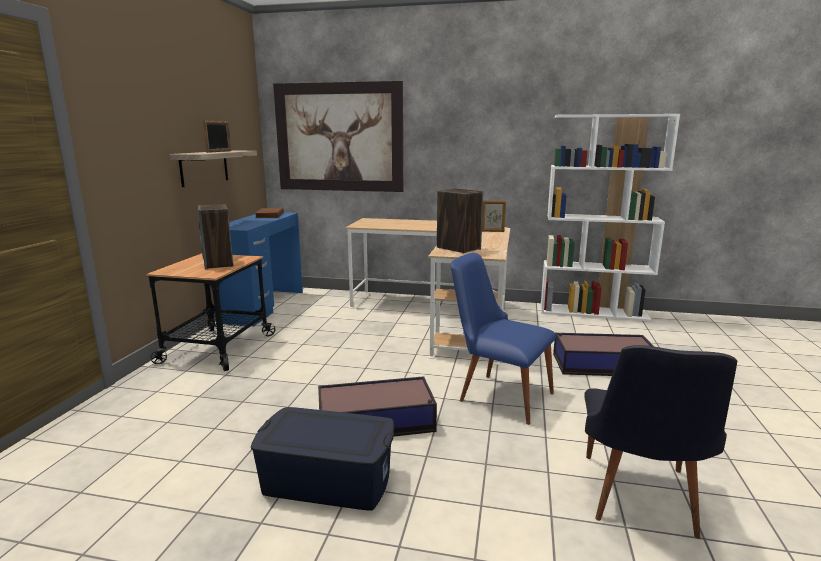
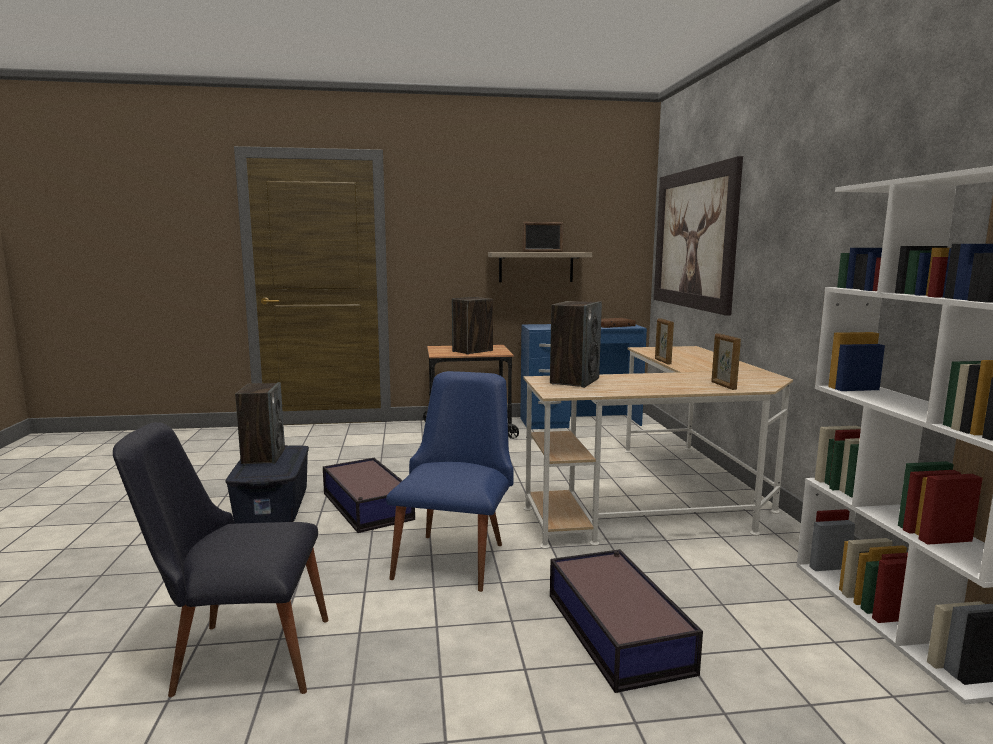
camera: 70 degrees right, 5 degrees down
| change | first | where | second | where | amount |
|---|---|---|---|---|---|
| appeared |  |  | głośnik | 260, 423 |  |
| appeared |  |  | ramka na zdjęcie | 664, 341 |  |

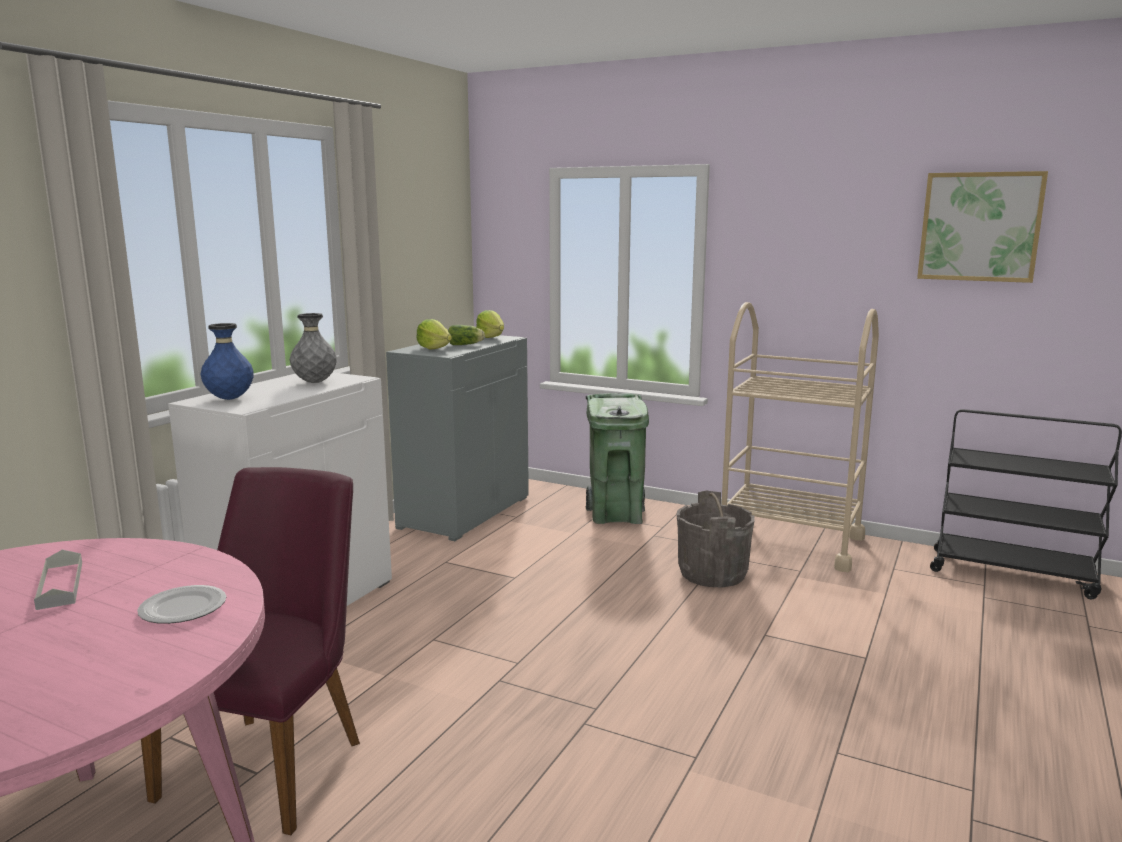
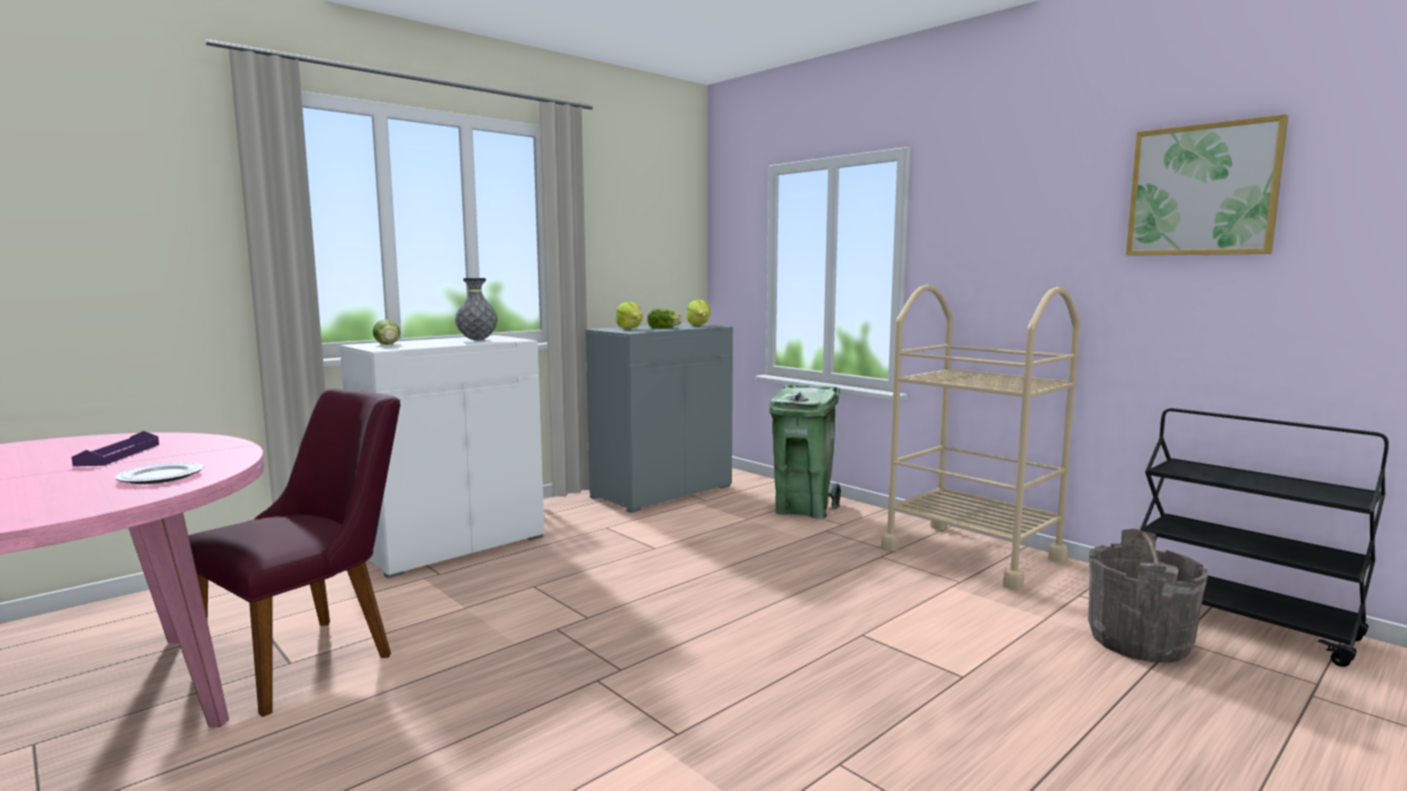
camera: 20 degrees right, 5 degrees down
| change | first | where | second | where | amount |
|---|---|---|---|---|---|
| colour | taca [szary] | 58, 580 | taca [fioletowy] | 115, 448 |  |
| exchanged | wazon [niebieski] | 227, 361 | sałata | 386, 332 |  |
| relocated | wiadro [szary] | 716, 539 |  | 1148, 596 |  |

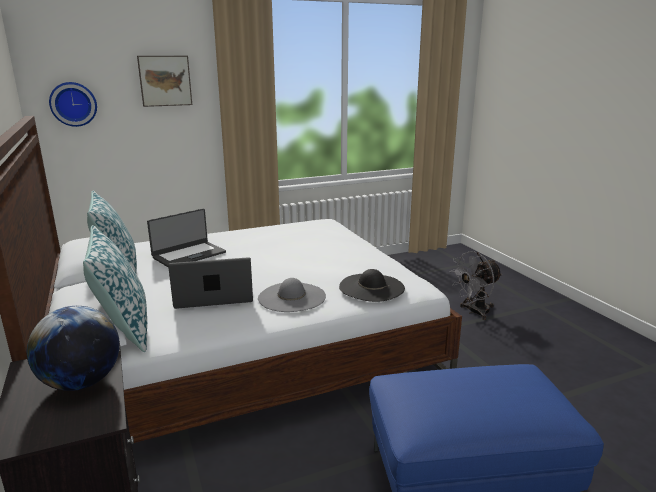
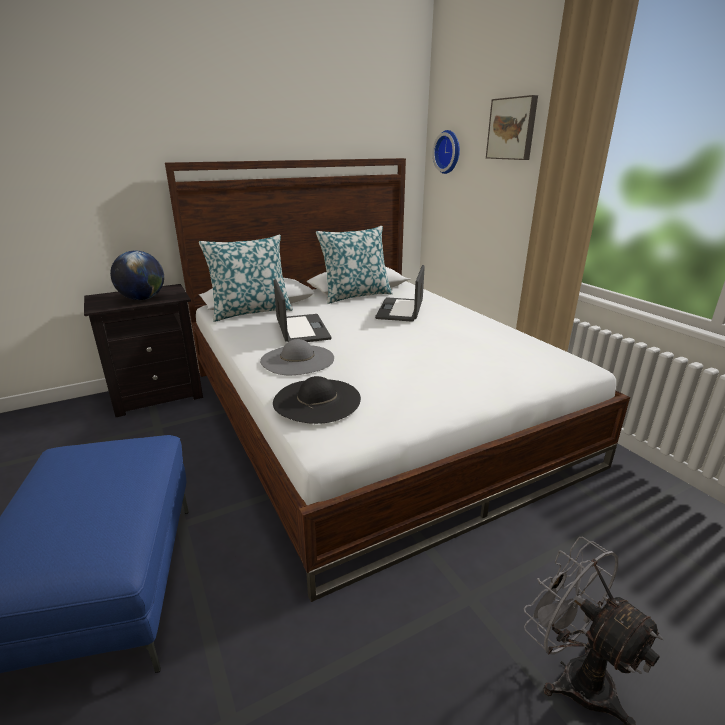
camera: 85 degrees right, 5 degrees up
| change | first | where | second | where | amount |
|---|---|---|---|---|---|
| spun | laptop | 186, 238 |  | 400, 293 | 60 degrees clockwise |

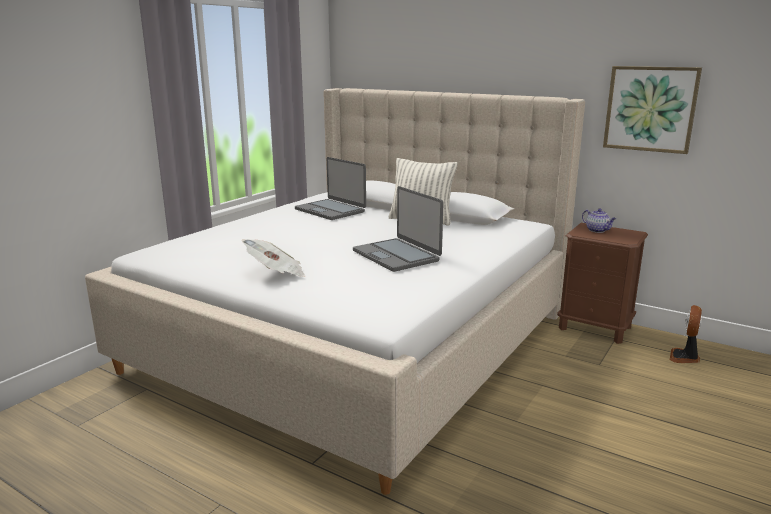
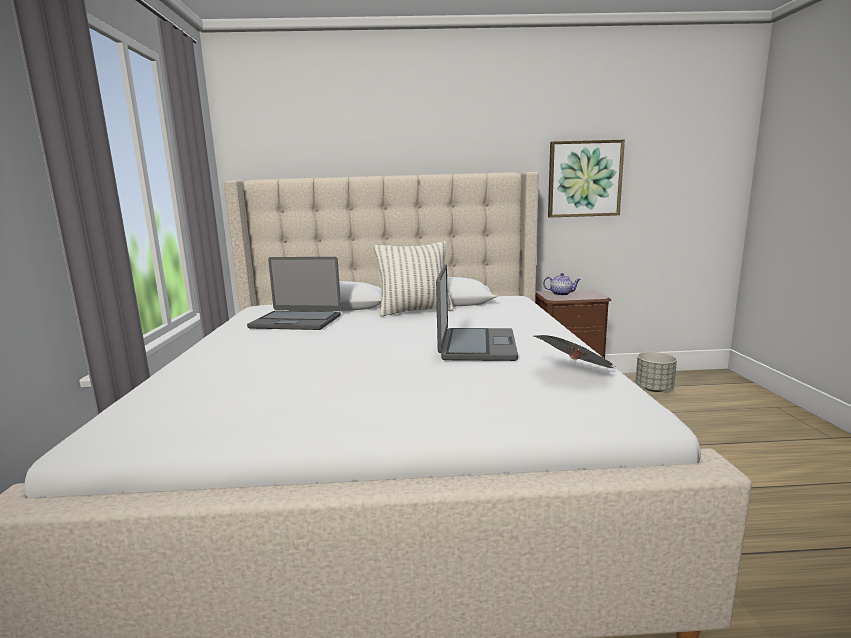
camera: 35 degrees left, 5 degrees down
| change | first | where | second | where | amount |
|---|---|---|---|---|---|
| spun | laptop | 398, 229 |  | 477, 312 | 105 degrees counterclockwise |
| relocated | gazeta | 274, 258 |  | 574, 351 |  |
| exchanged | wentylator | 686, 334 | donica [szary] | 656, 372 |  |

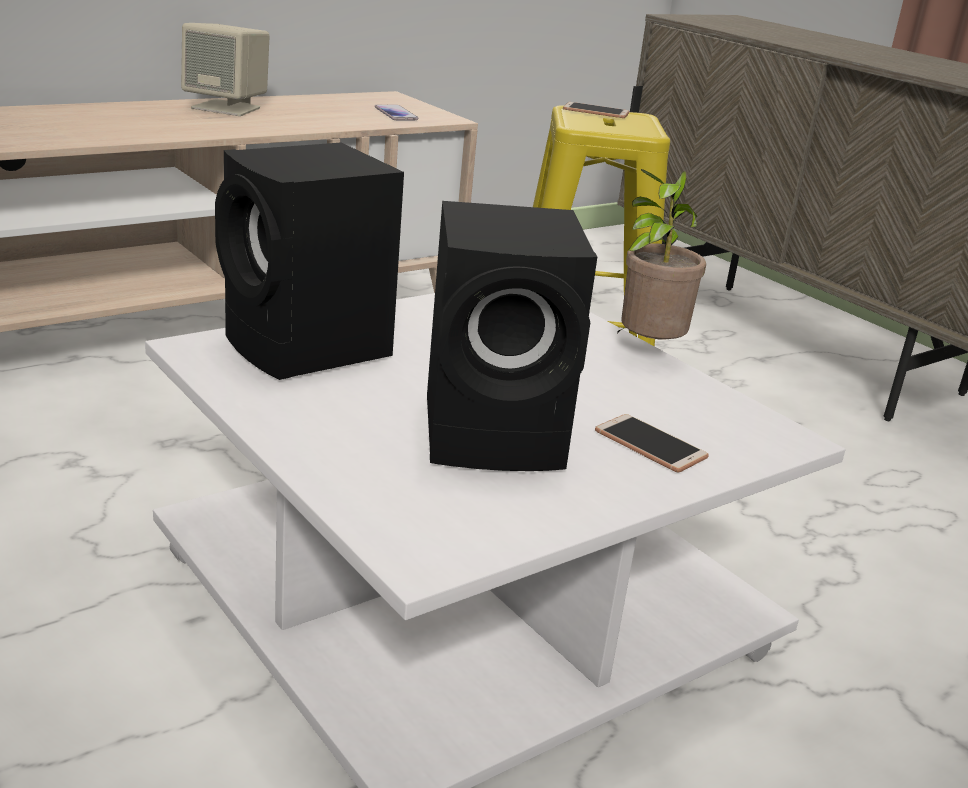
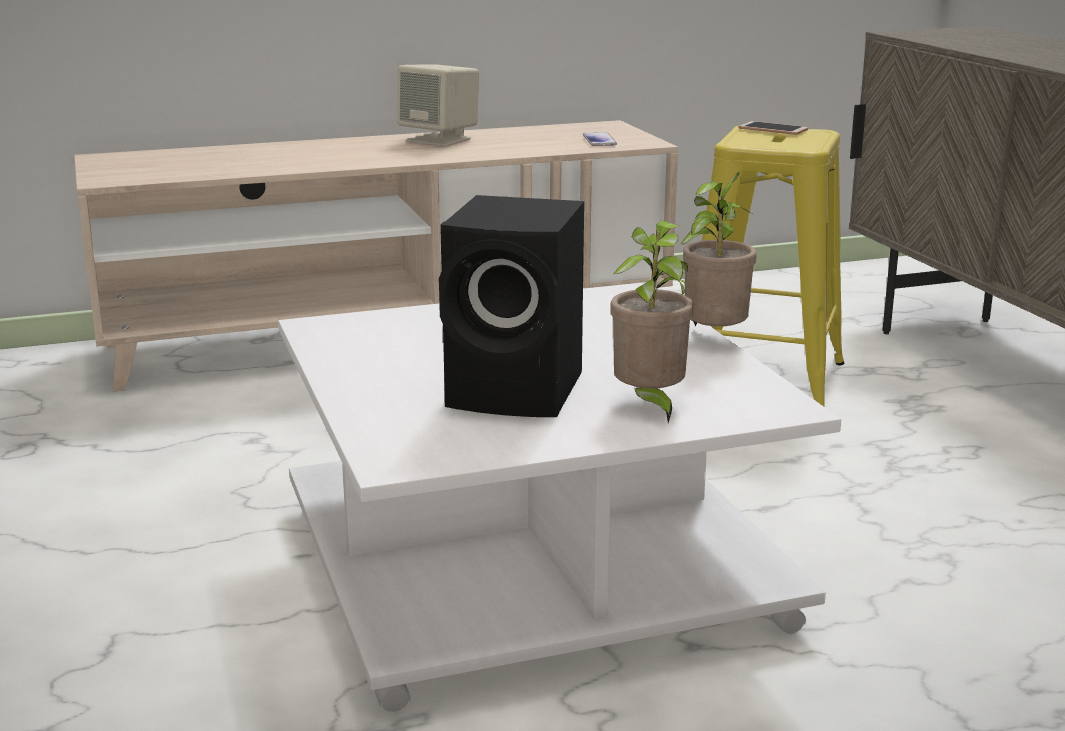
camera: 20 degrees right, 5 degrees down
| change | first | where | second | where | amount |
|---|---|---|---|---|---|
| exchanged | telefon | 652, 443 | roślina doniczkowa | 652, 321 |  |
| missing | głośnik [czarny] | 309, 261 |  |  |  |

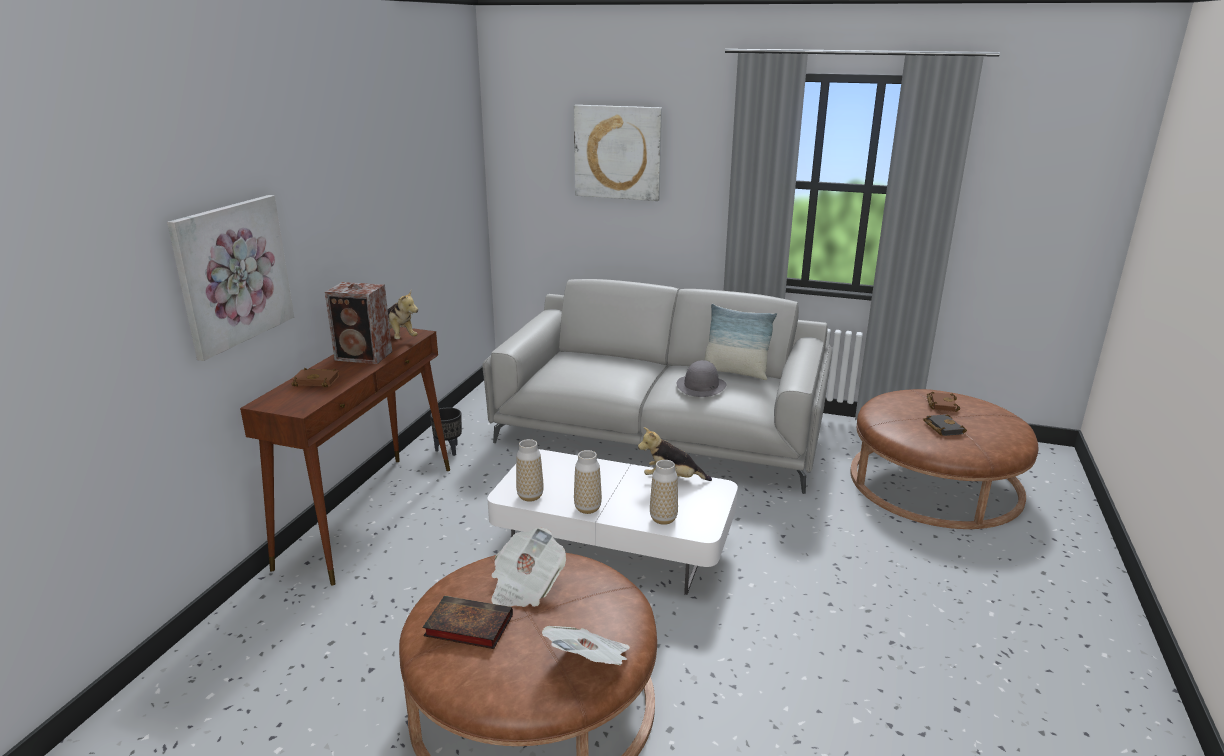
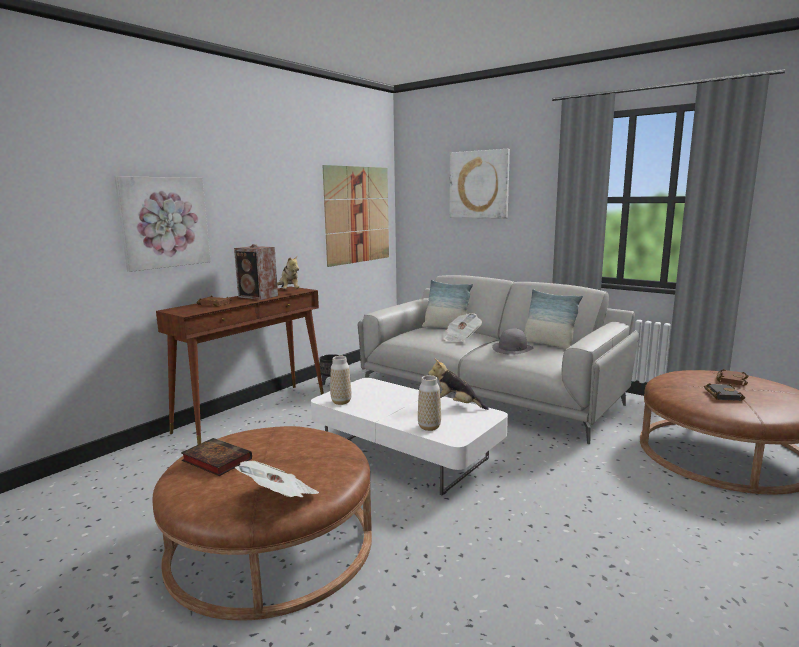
camera: 20 degrees right, 10 degrees down
| change | first | where | second | where | amount |
|---|---|---|---|---|---|
| appeared |  |  | obraz | 355, 216 |  |
| appeared |  |  | poduszka | 447, 304 |  |
| relocated | gazeta | 528, 567 |  | 463, 327 |  |
| missing | wazon | 588, 482 |  |  |  |

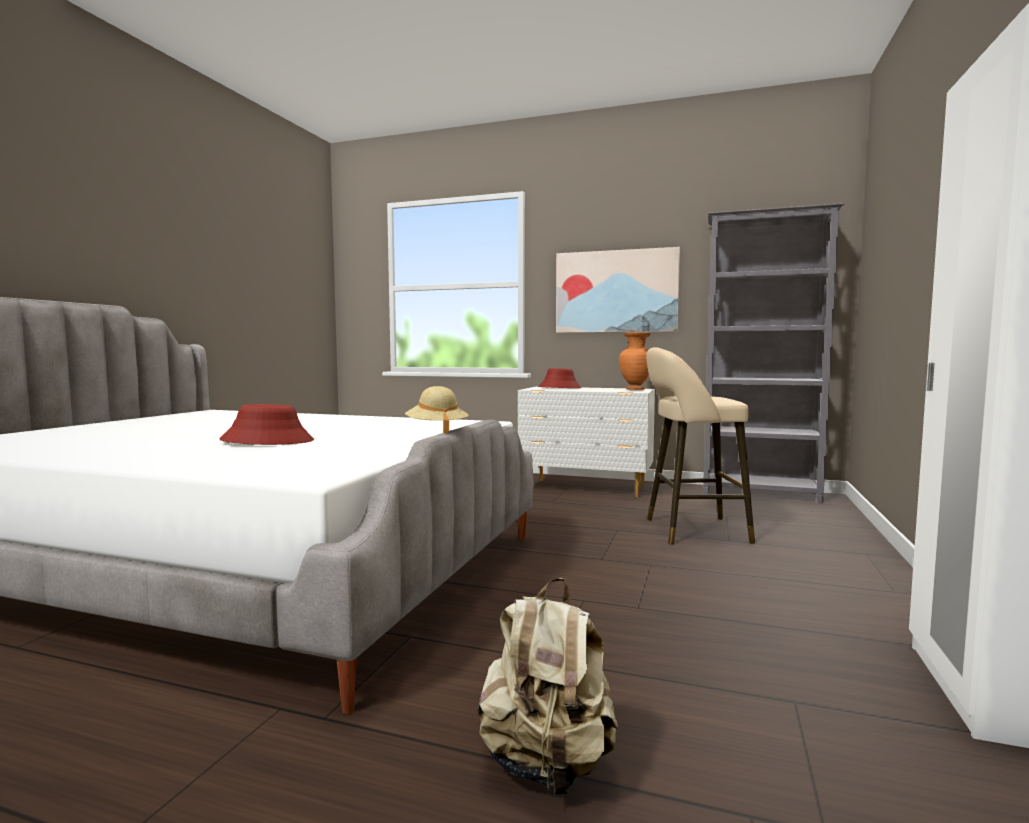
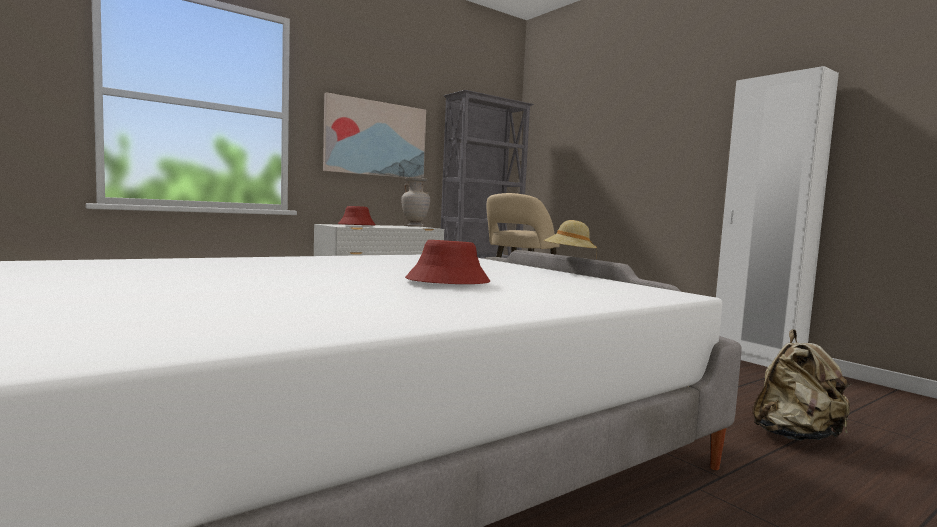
camera: 55 degrees left, 0 degrees up
| change | first | where | second | where | amount |
|---|---|---|---|---|---|
| colour | wazon [pomarańczowy] | 635, 361 | wazon [beżowy] | 415, 202 |  |

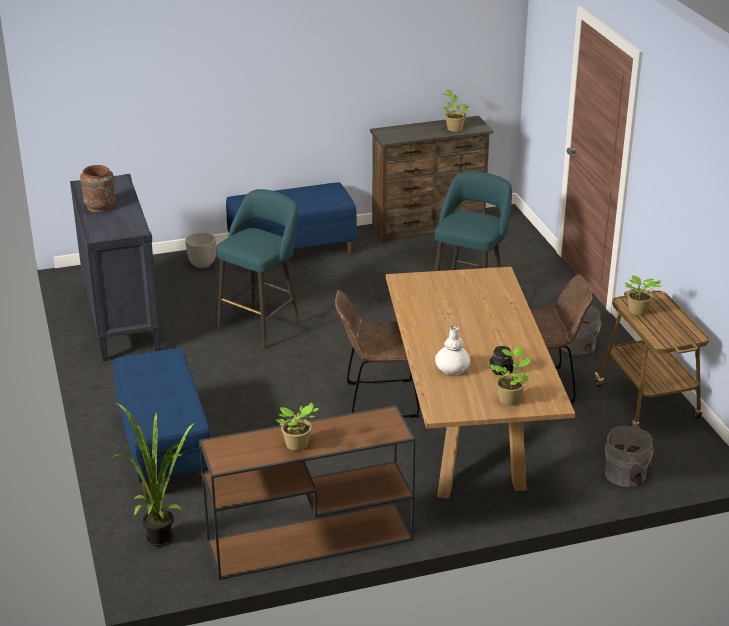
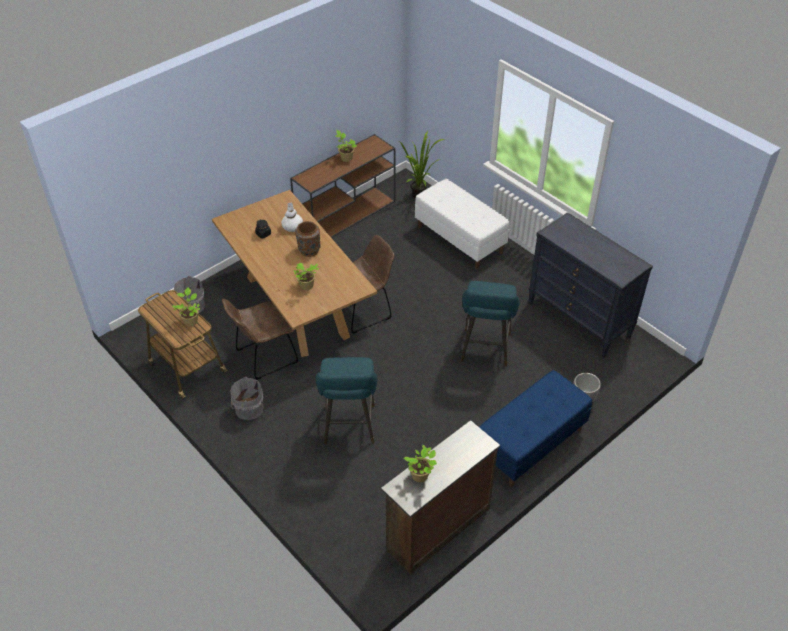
camera: 155 degrees right, 15 degrees up
| change | first | where | second | where | amount |
|---|---|---|---|---|---|
| relocated | roślina doniczkowa | 510, 375 |  | 306, 276 |  |
| relocated | wazon [brązowy] | 97, 189 |  | 308, 239 |  |
| colour | ławka [niebieski] | 162, 423 | ławka [biały] | 462, 224 |  |

